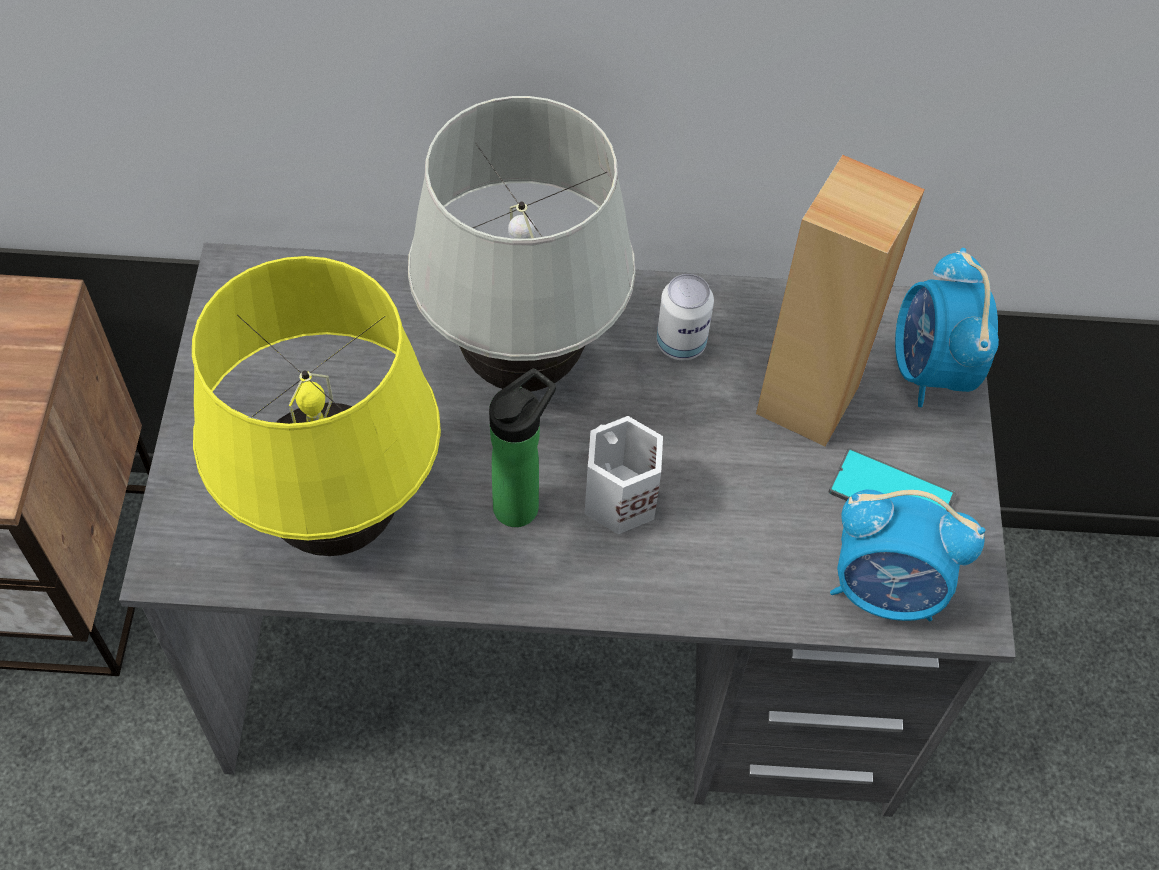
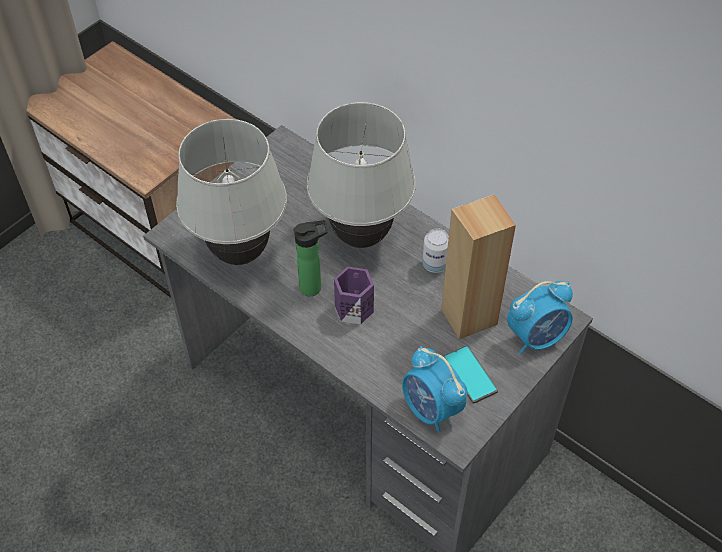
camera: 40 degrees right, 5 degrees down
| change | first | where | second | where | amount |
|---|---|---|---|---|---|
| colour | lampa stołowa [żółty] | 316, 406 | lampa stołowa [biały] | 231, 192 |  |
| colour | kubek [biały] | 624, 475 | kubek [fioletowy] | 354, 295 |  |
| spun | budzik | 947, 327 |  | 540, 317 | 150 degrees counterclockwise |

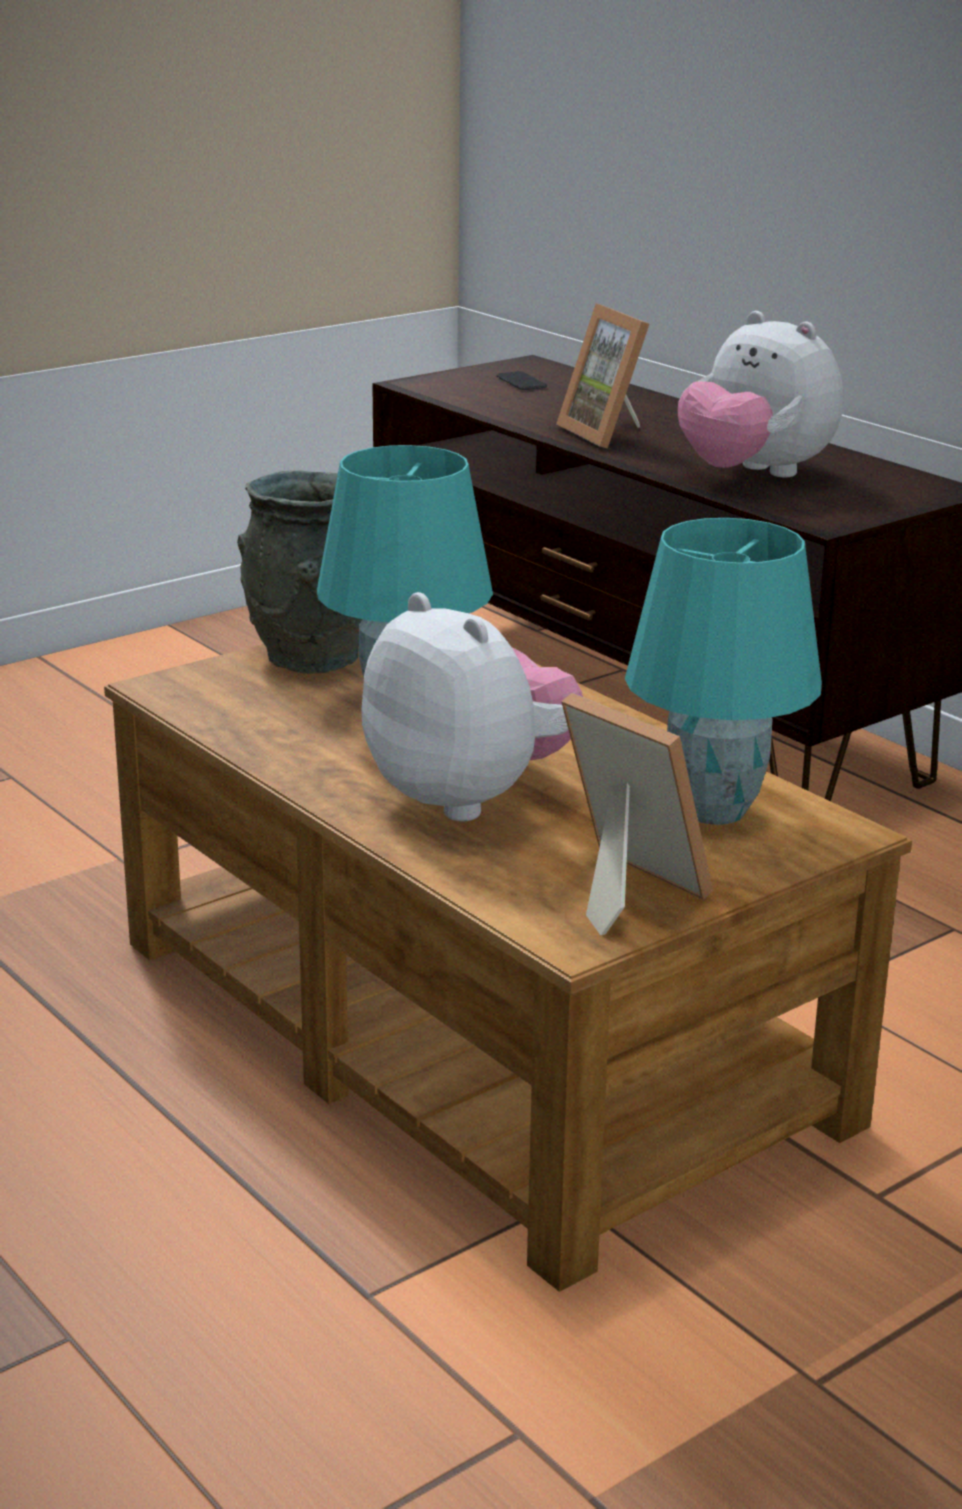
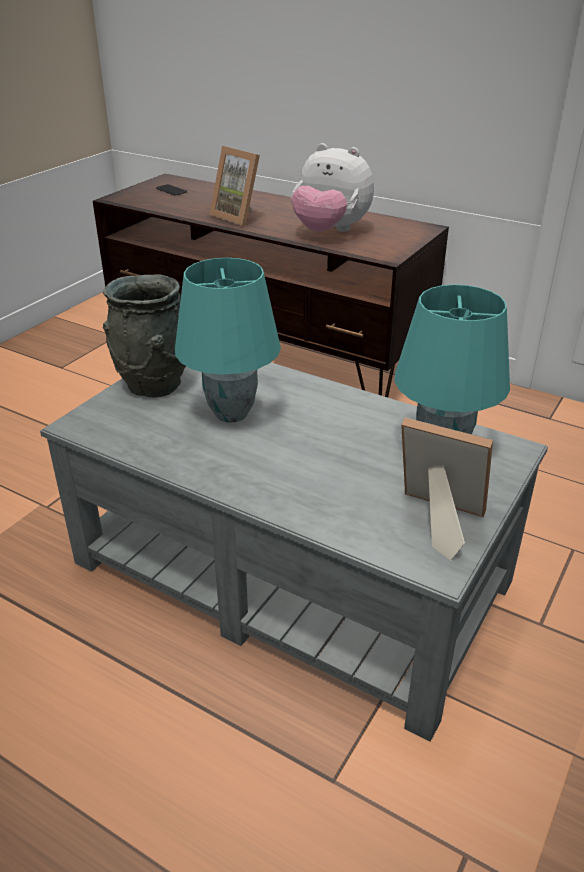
camera: 20 degrees left, 10 degrees up
| change | first | where | second | where | amount |
|---|---|---|---|---|---|
| colour | ława [brązowy] | 508, 968 | ława [szary] | 294, 552 |  |
| missing | pluszak | 472, 707 |  |  |  |

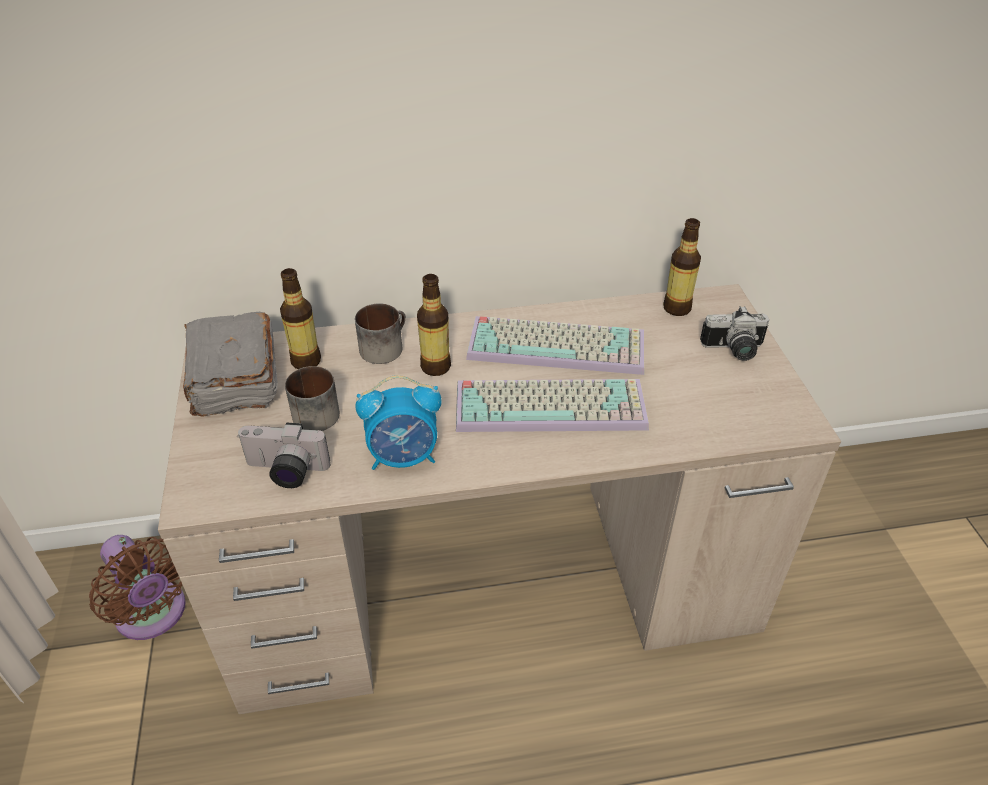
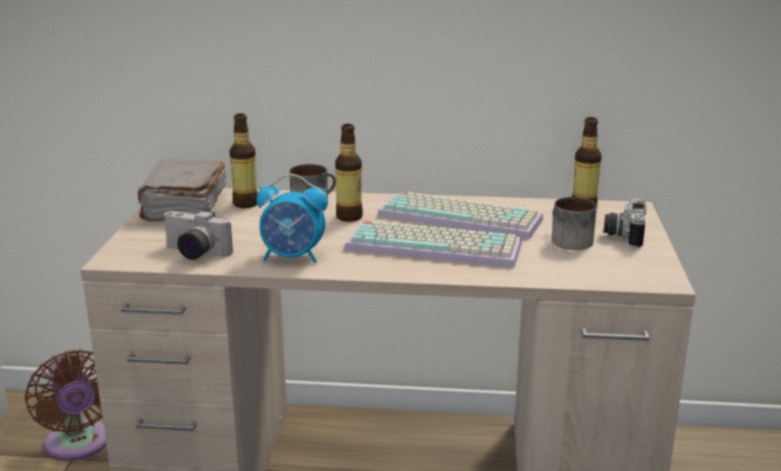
camera: 15 degrees right, 20 degrees down
| change | first | where | second | where | amount |
|---|---|---|---|---|---|
| relocated | kubek | 312, 398 |  | 574, 223 |  |
| spun | aparat fotograficzny | 734, 333 |  | 625, 223 | 90 degrees clockwise |

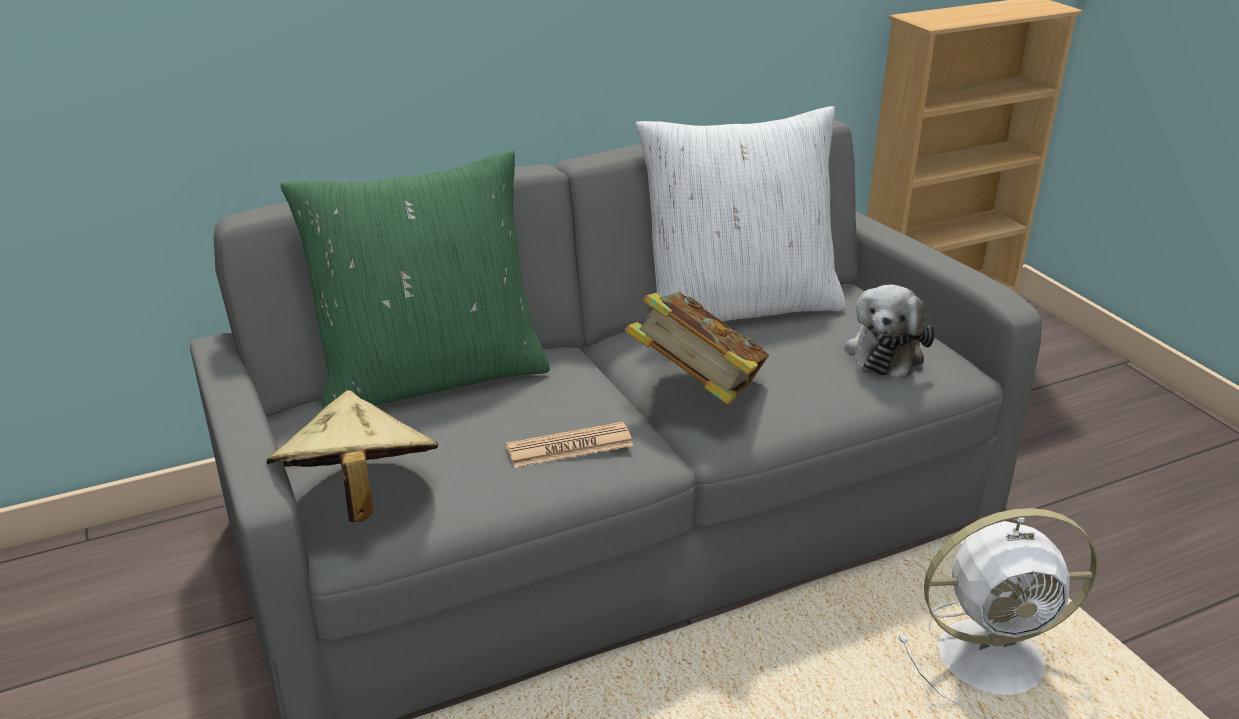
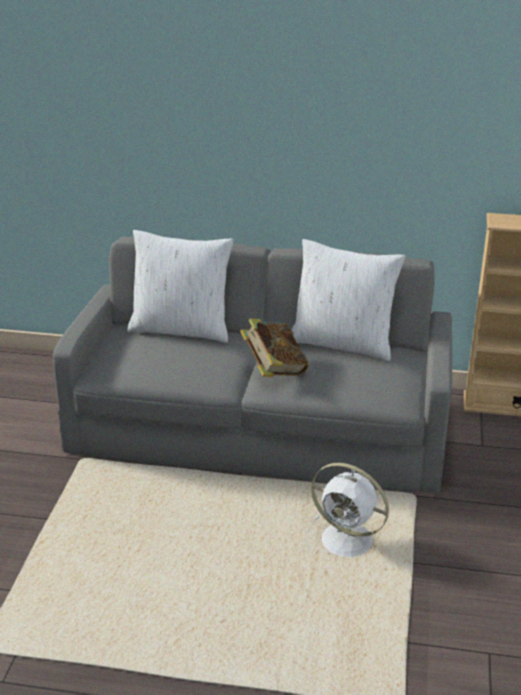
camera: 35 degrees right, 0 degrees up
| change | first | where | second | where | amount |
|---|---|---|---|---|---|
| colour | poduszka [zielony] | 415, 279 | poduszka [biały] | 181, 286 |  |
| missing | kapelusz [beżowy] | 352, 456 |  |  |  |
| missing | gazeta | 569, 445 |  |  |  |
| missing | pluszak | 889, 332 |  |  |  |

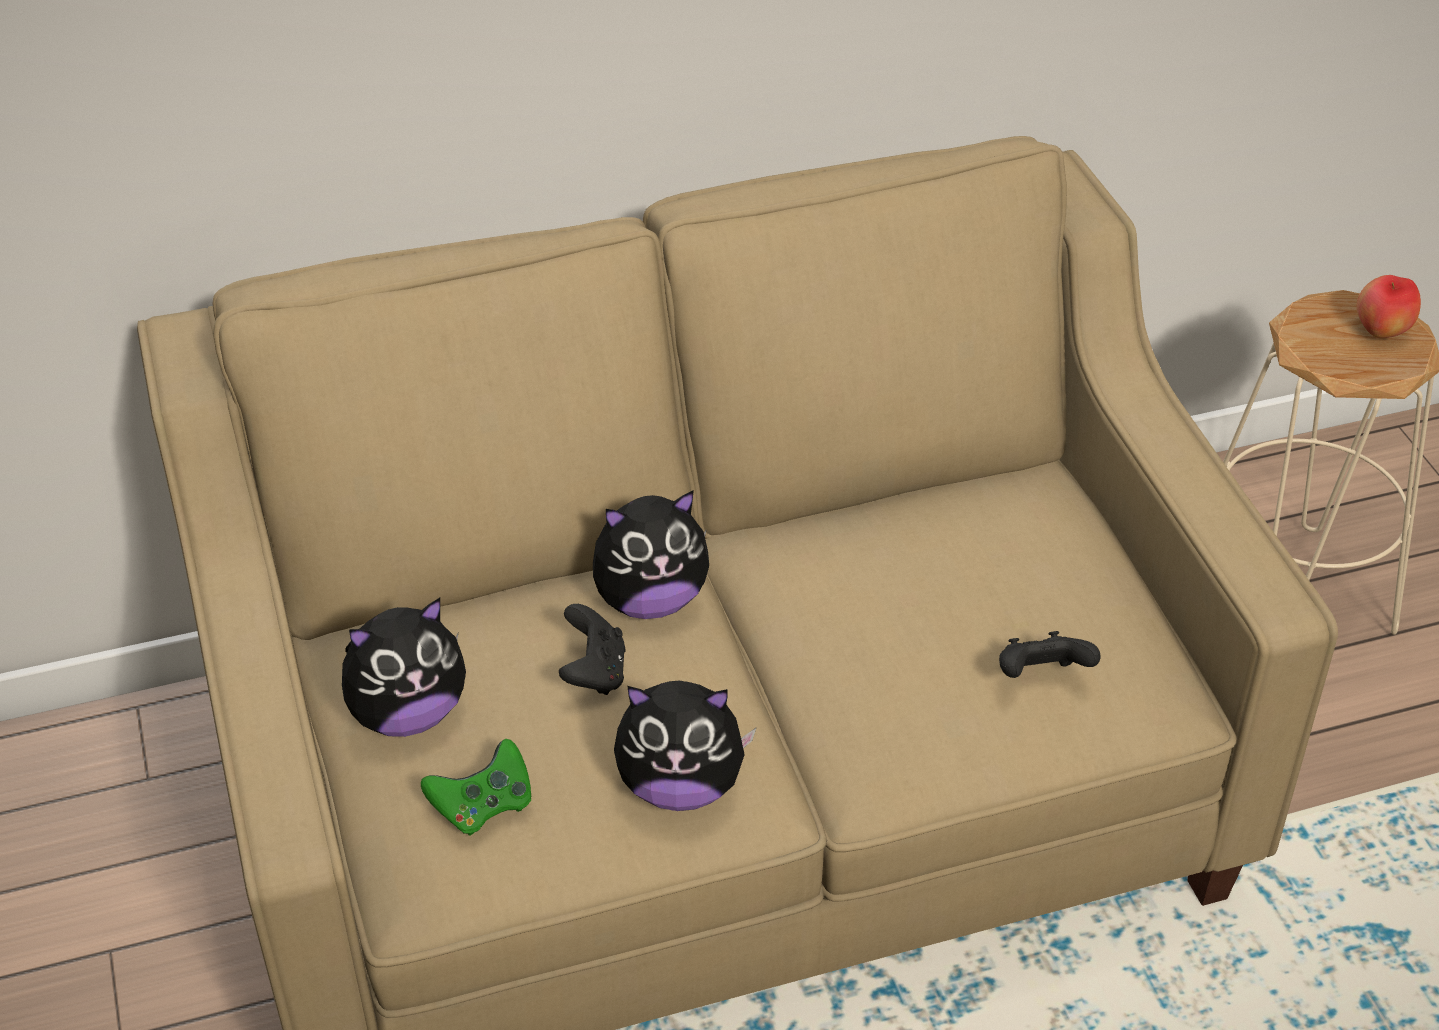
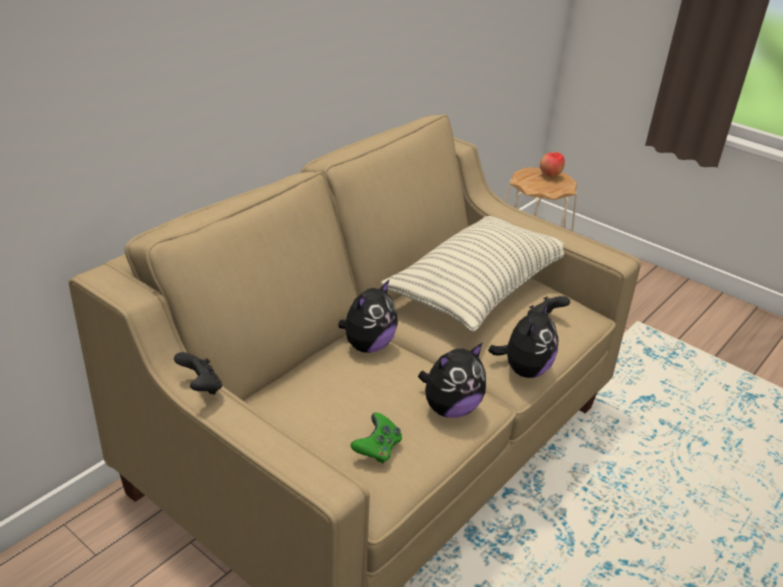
camera: 35 degrees left, 10 degrees down
| change | first | where | second | where | amount |
|---|---|---|---|---|---|
| relocated | pad do gier [czarny] | 592, 649 |  | 198, 373 |  |
| appeared |  |  | poduszka | 472, 274 |  |
| relocated | pluszak | 404, 667 |  | 523, 340 |  |

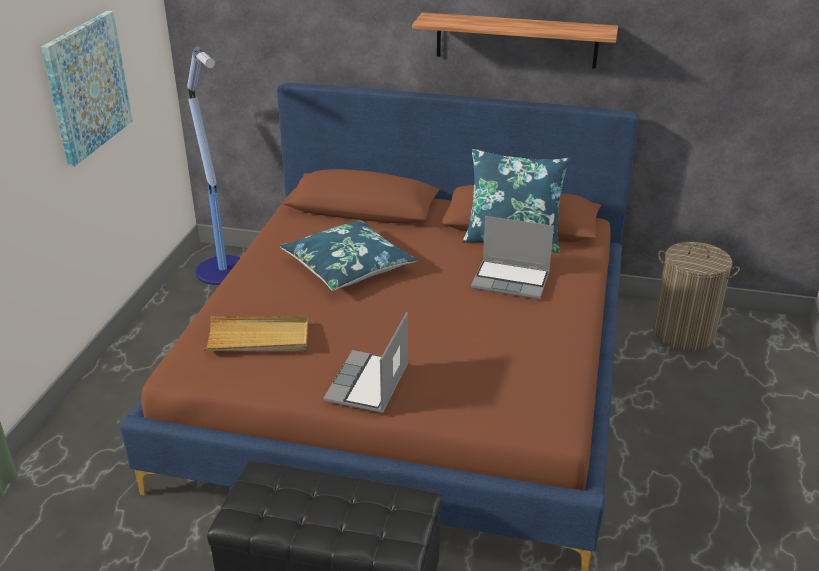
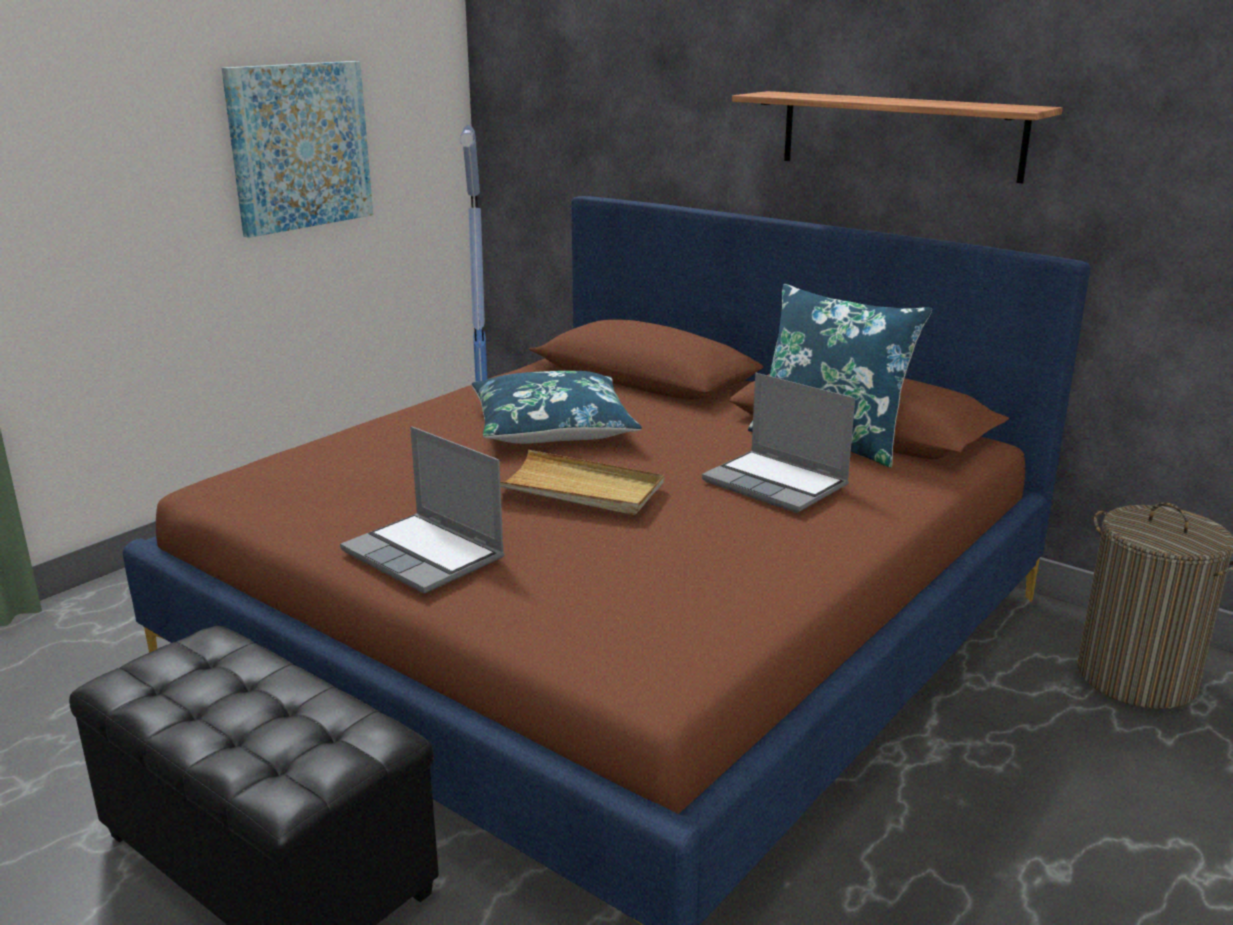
camera: 25 degrees right, 10 degrees down
| change | first | where | second | where | amount |
|---|---|---|---|---|---|
| spun | laptop | 366, 362 |  | 422, 510 | 90 degrees counterclockwise |
| relocated | taca [beżowy] | 256, 333 |  | 582, 482 |  |

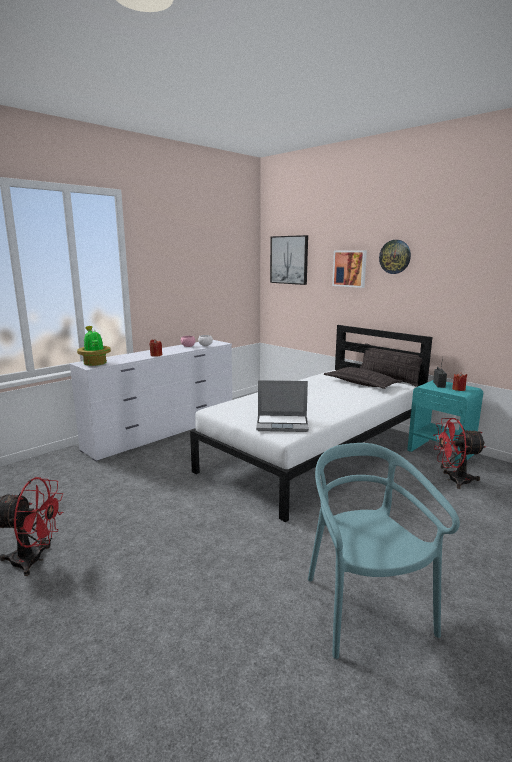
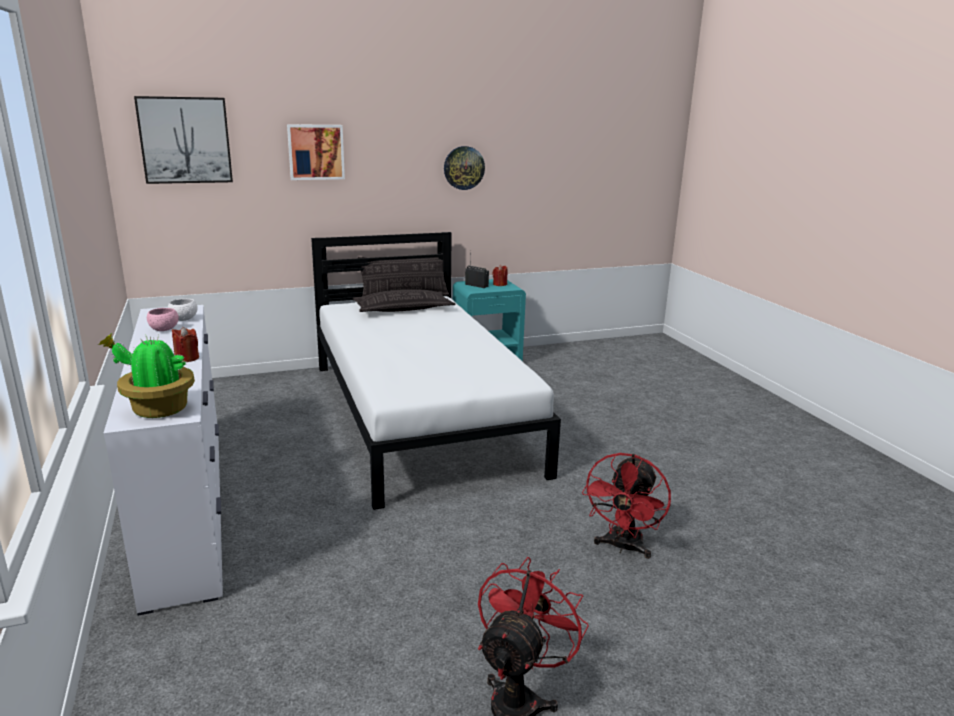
camera: 65 degrees left, 5 degrees up
| change | first | where | second | where | amount |
|---|---|---|---|---|---|
| relocated | zegar ścienny | 395, 257 |  | 464, 168 |  |
| relocated | wentylator [czerwony] | 459, 453 |  | 626, 506 |  |
| missing | laptop | 282, 406 |  |  |  |
| missing | krzesło [turkusowy] | 384, 551 |  |  |  |

